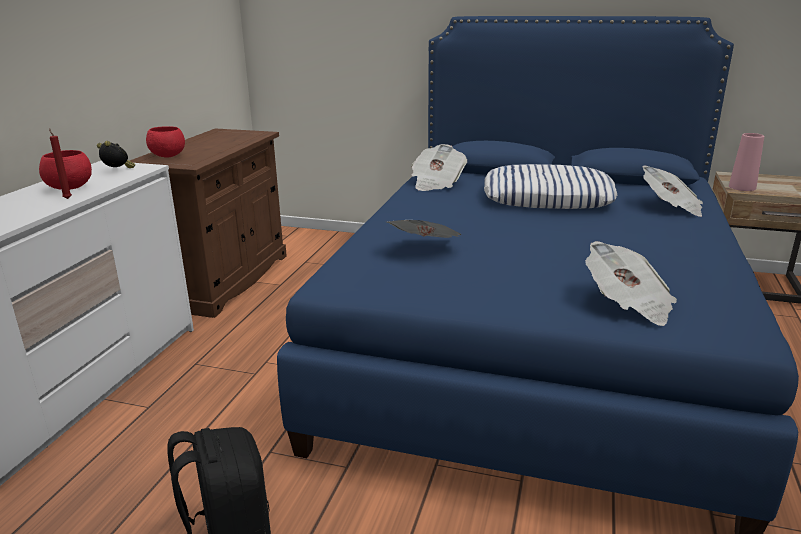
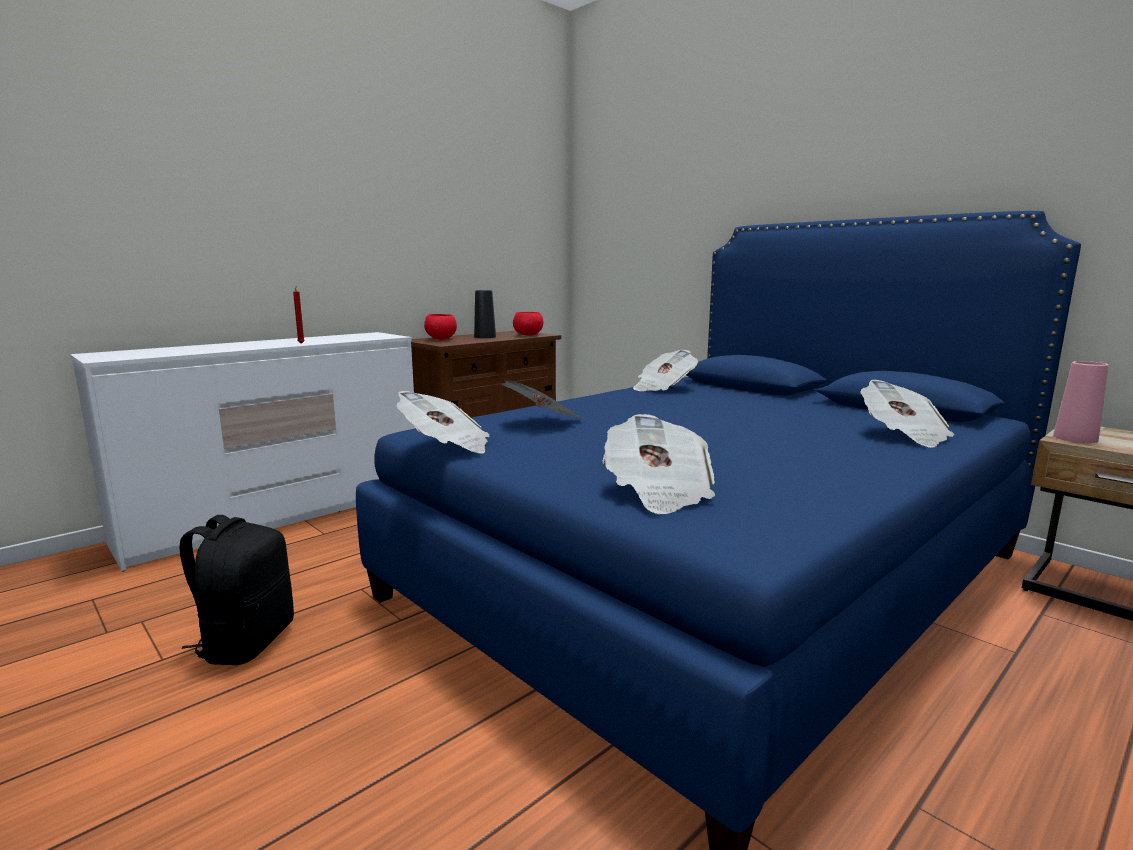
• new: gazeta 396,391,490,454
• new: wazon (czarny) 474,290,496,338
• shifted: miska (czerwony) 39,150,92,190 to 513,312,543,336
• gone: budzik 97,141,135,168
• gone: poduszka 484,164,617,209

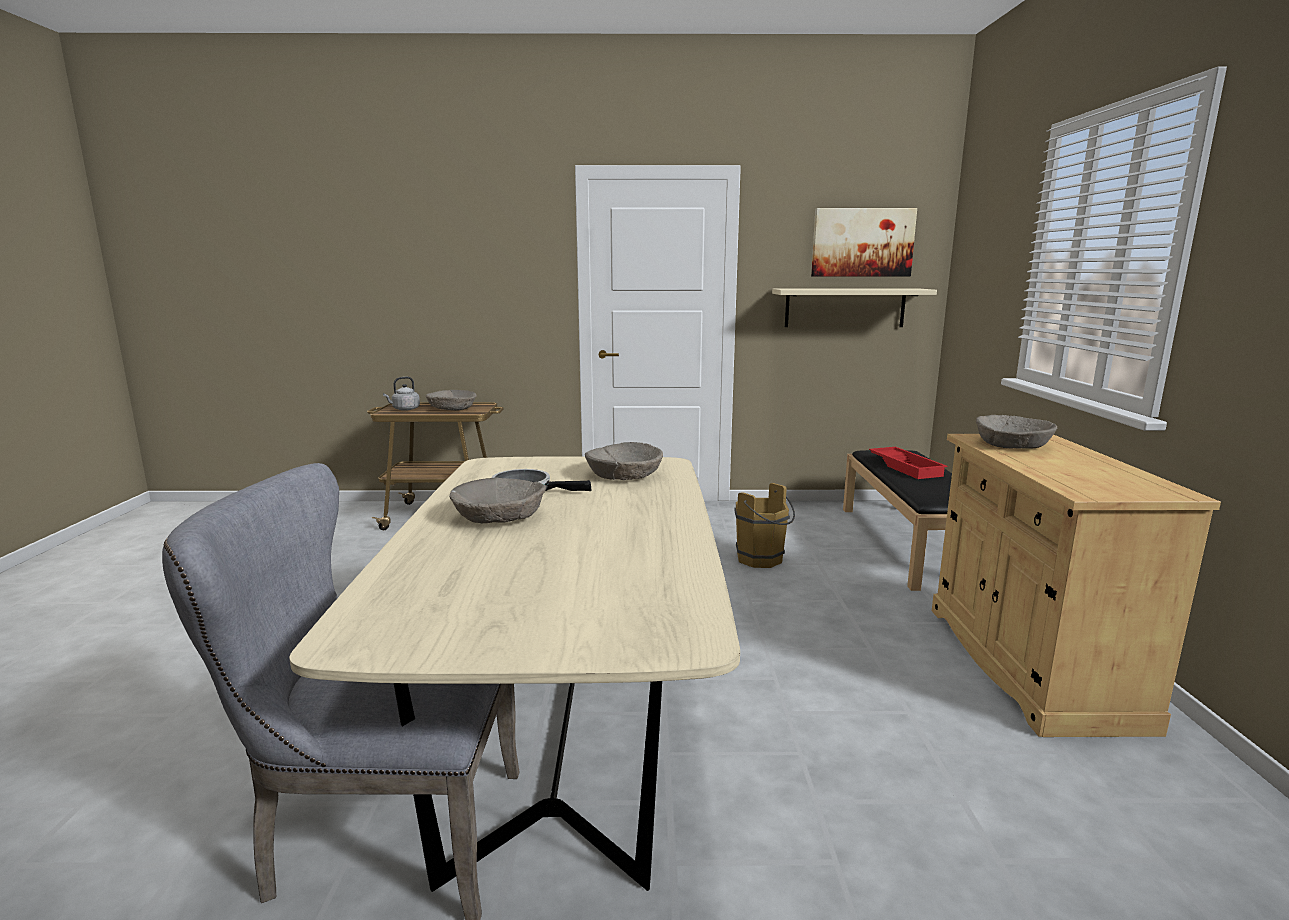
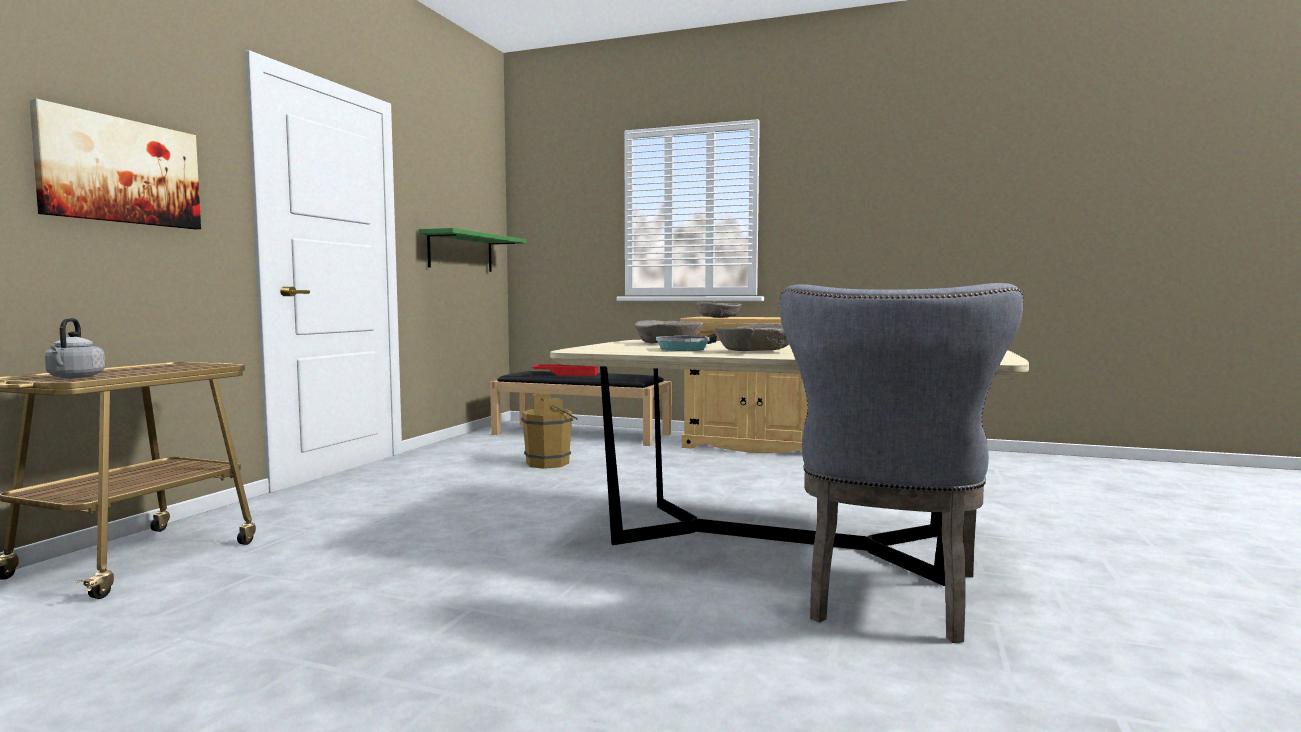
• shifted: obraz 811,208,917,276 to 29,99,201,229
• repainted: półka (beżowy) 772,289,937,327 to półka (zielony) 418,228,527,272
• gone: miska (beżowy) 426,390,477,411

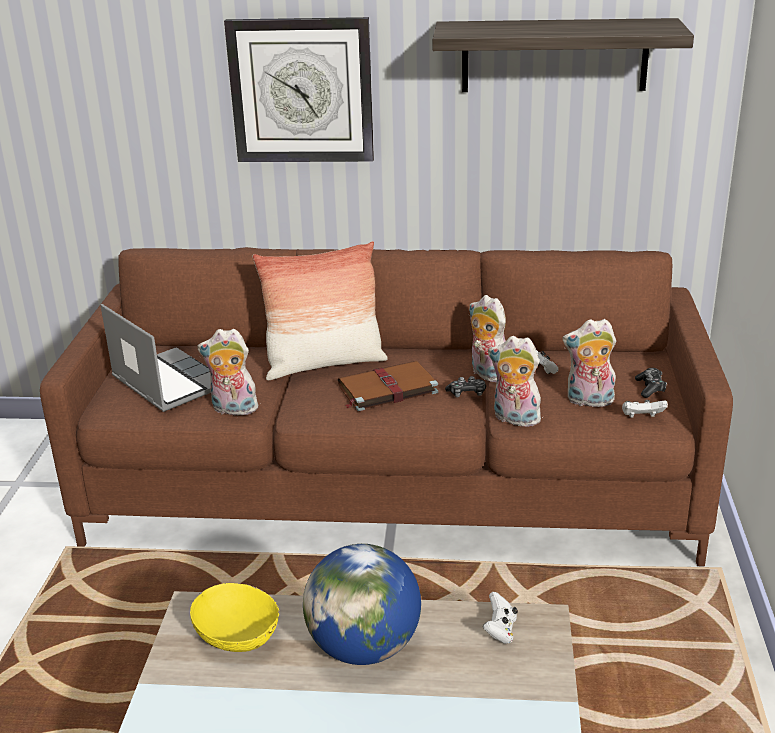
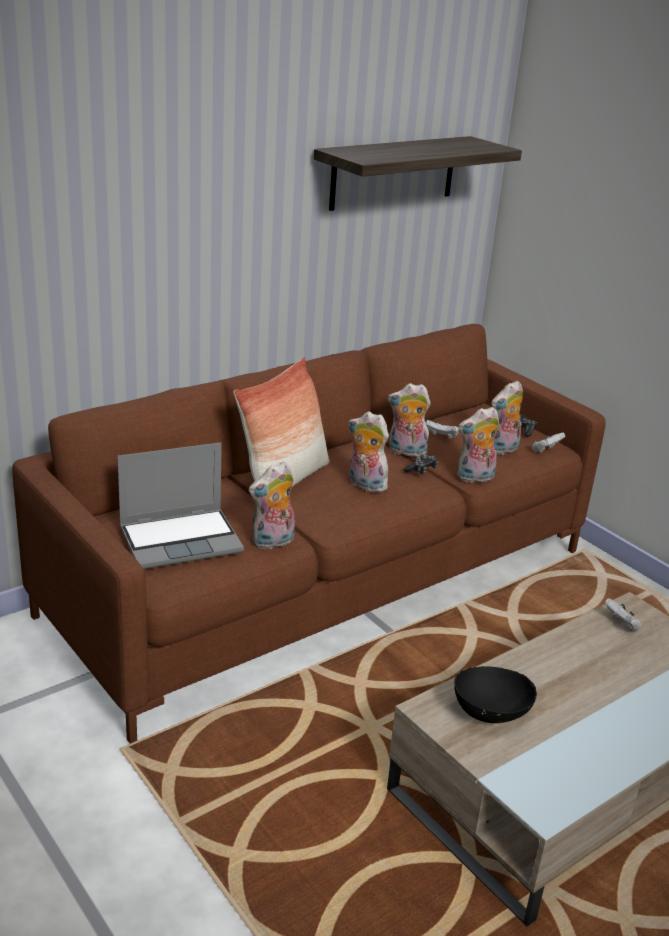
• rotated: laptop 100,304,211,412 = 118,442,244,570 150 degrees clockwise
• swapped: książka (brązowy) 338,361,438,411 to pluszak 348,411,389,493
• repainted: miska (żółty) 190,583,279,652 to miska (czarny) 454,666,537,723
• gone: zegar ścienny 224,17,374,162
• gone: globus 303,544,421,665

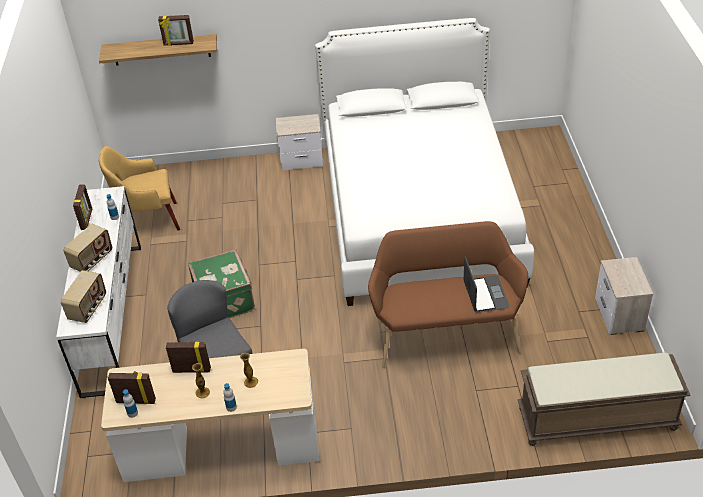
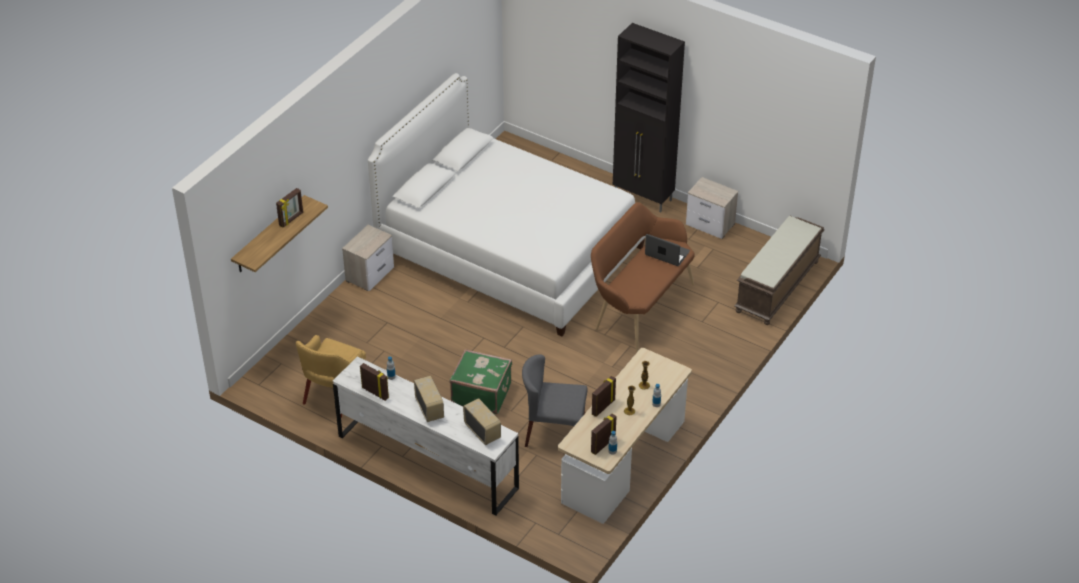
• new: szafka (czarny) 613,23,685,213

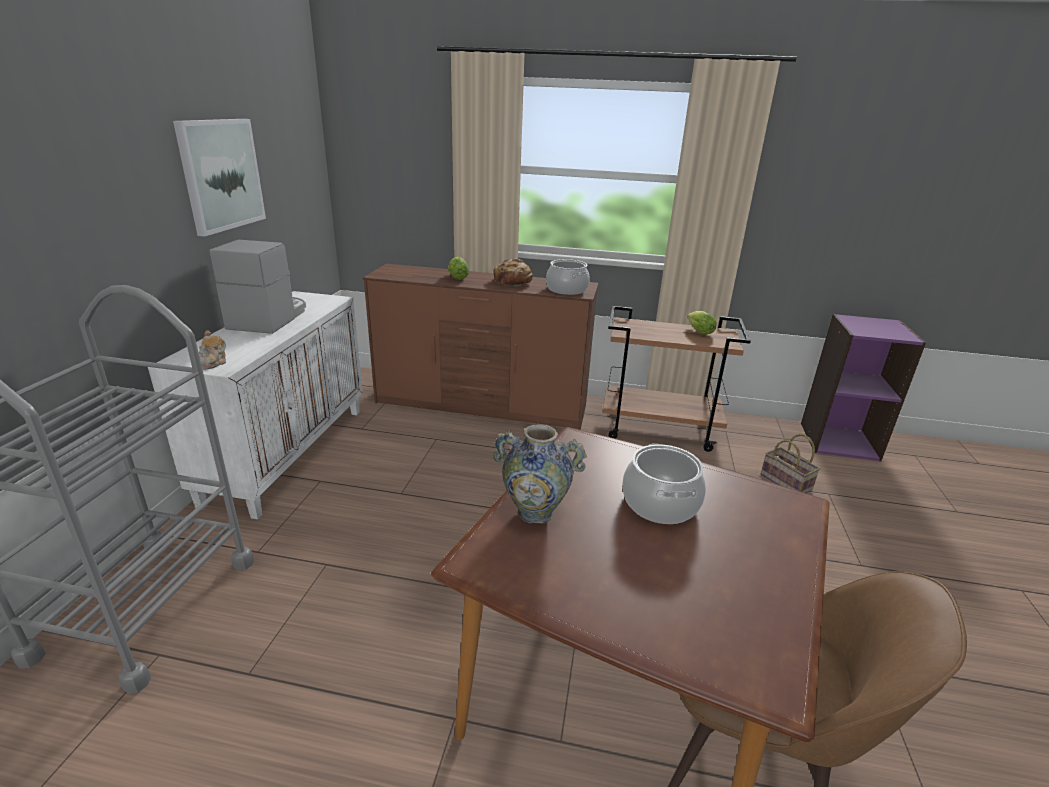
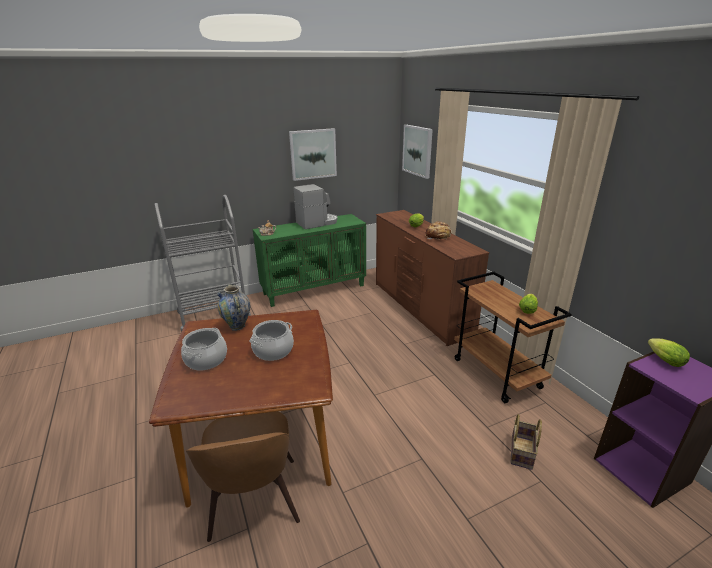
• shifted: garnek 546,259,590,295 to 181,328,227,370
• repainted: szafka (biały) 148,291,363,519 to szafka (zielony) 253,214,366,307
• new: obraz 402,125,433,179
• new: sałata 648,338,690,367

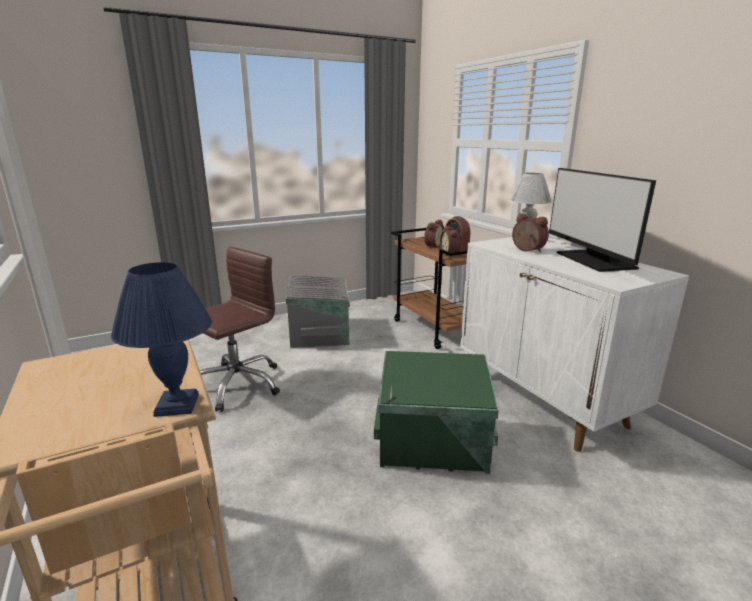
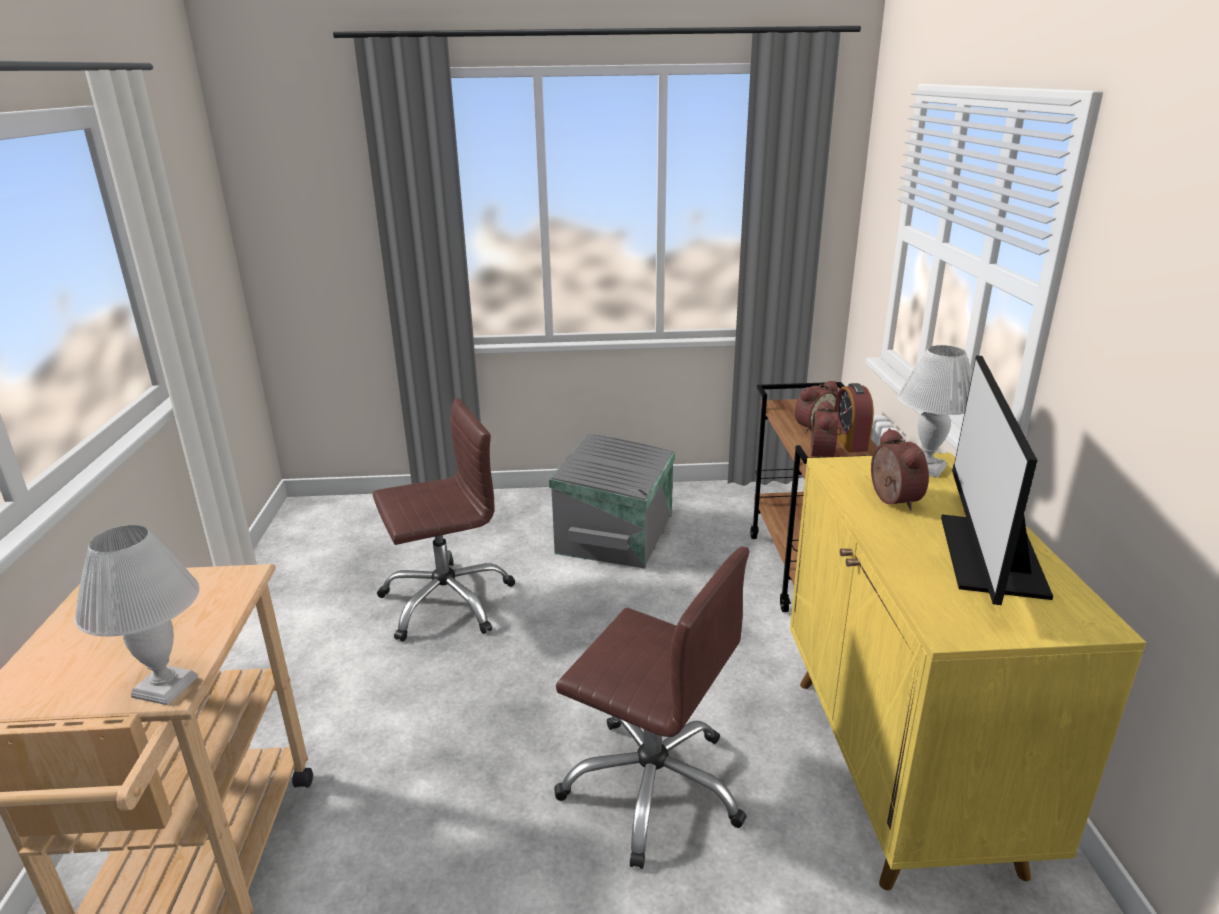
• repainted: lampa stołowa (niebieski) 111,262,212,417 to lampa stołowa (biały) 74,525,200,705
• swapped: pojemnik do przechowywania (zielony) 374,351,499,474 to krzesło biurowe (brązowy) 554,547,749,869
• repainted: szafka (biały) 460,237,689,452 to szafka (żółty) 790,453,1146,890

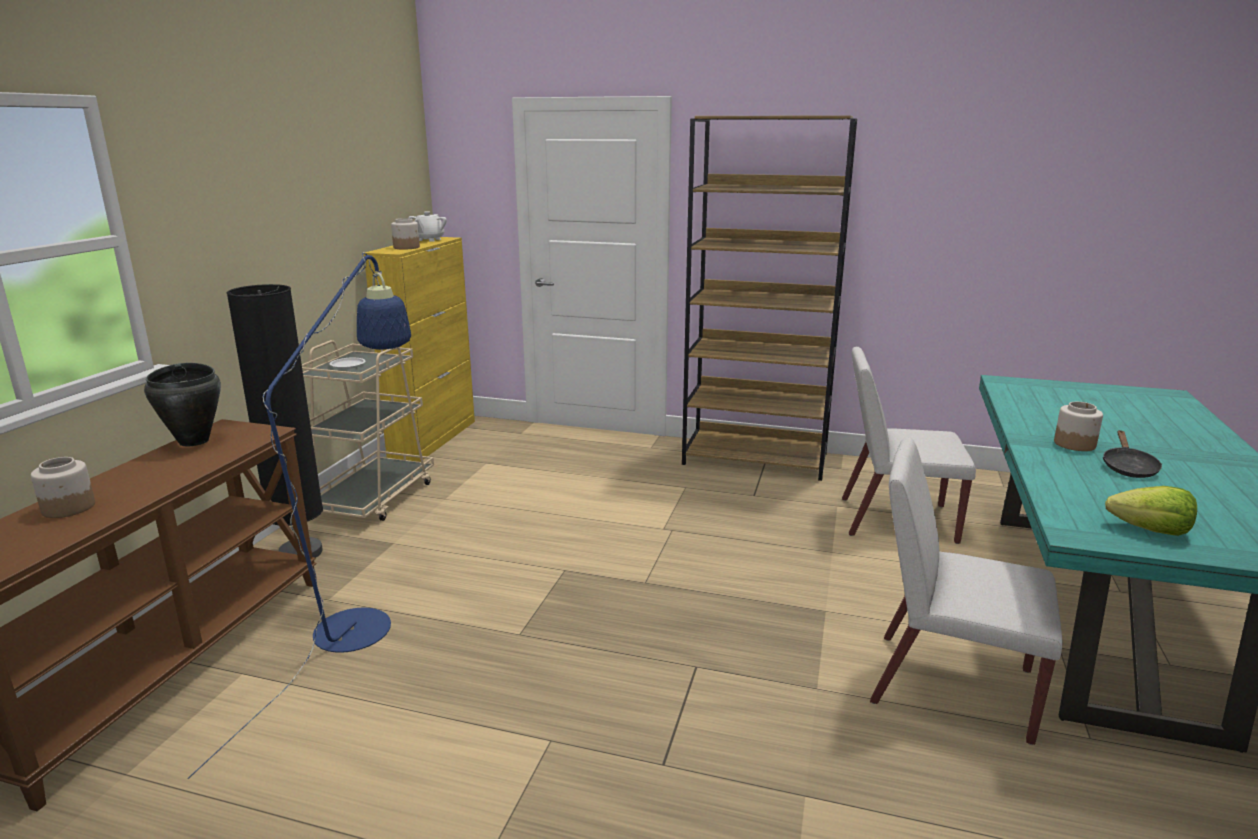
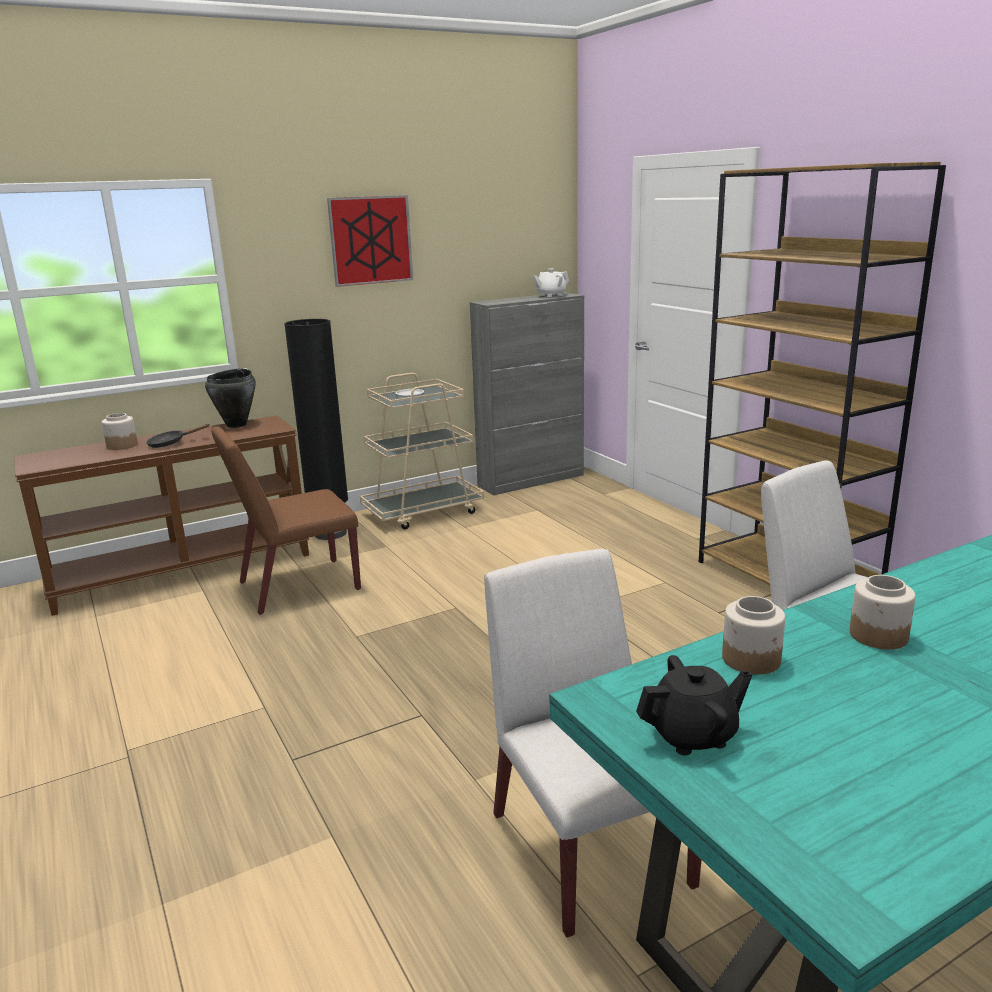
• shifted: patelnia (czarny) 1103,430,1162,478 to 146,424,210,448
• swapped: lampa stojąca (niebieski) 188,252,411,779 to krzesło (brązowy) 211,426,361,615
• new: obraz 327,195,413,287
• repainted: szafka (żółty) 364,237,475,462 to szafka (szary) 470,292,584,495
• swapped: sałata 1105,486,1197,536 to imbryk (czarny) 636,655,752,755
• shifted: słoik 391,218,420,249 to 722,596,785,675

